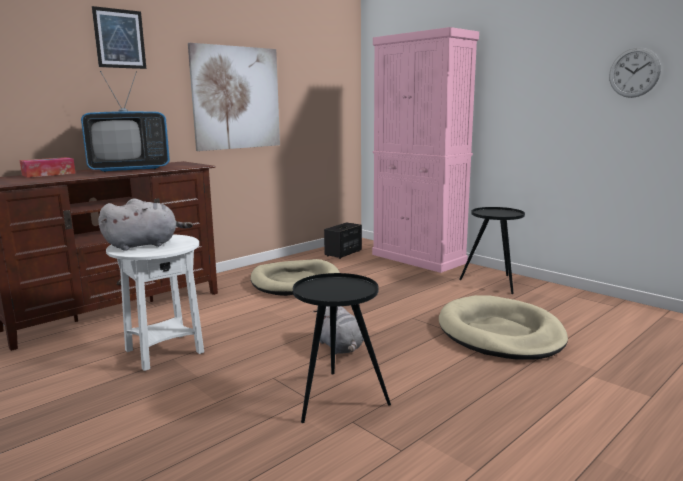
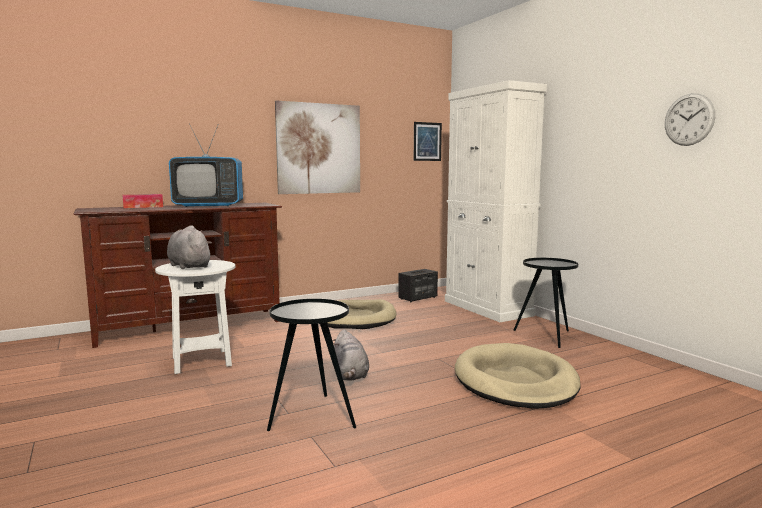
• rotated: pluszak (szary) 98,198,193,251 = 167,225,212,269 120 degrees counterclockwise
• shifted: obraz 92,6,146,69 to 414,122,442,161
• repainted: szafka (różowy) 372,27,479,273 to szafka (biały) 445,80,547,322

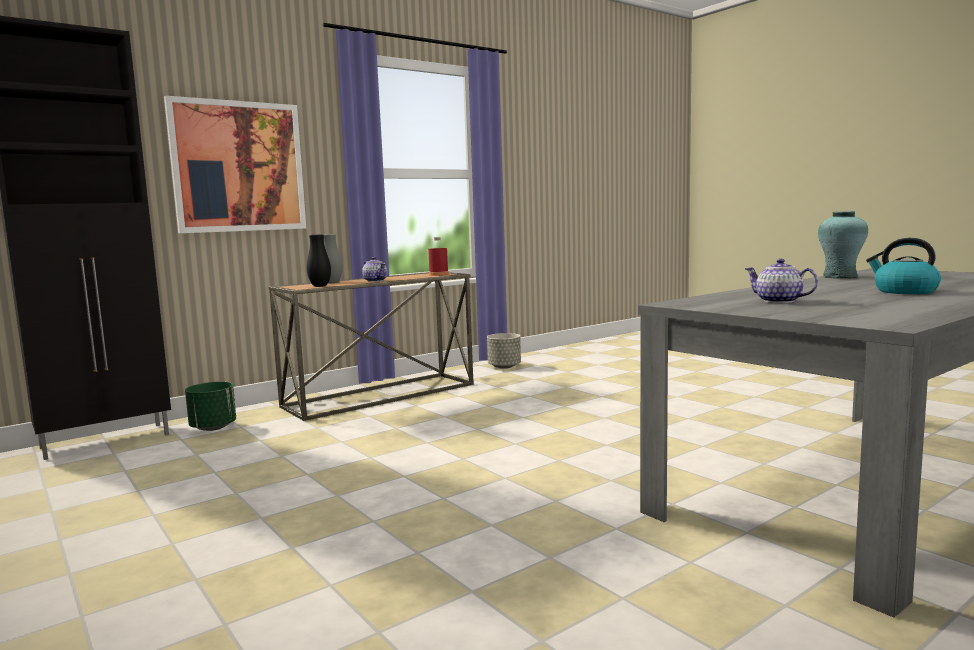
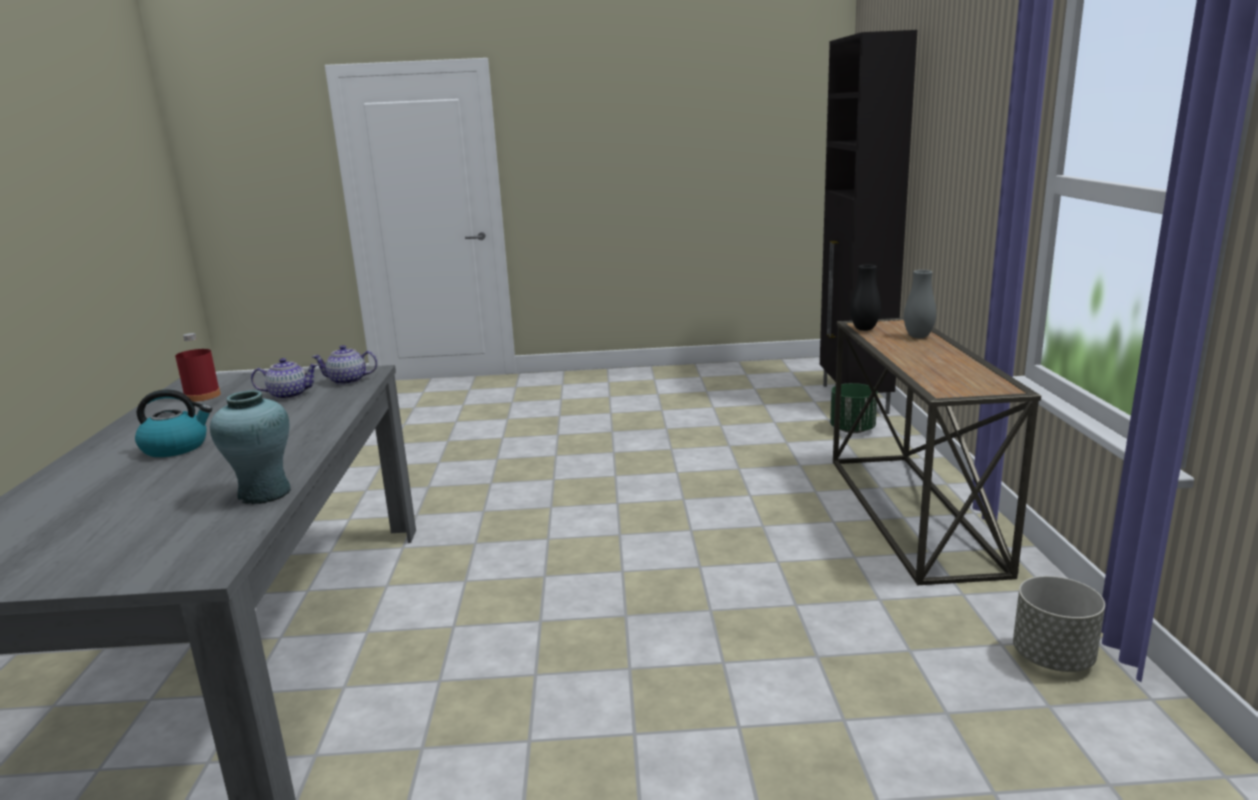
• shifted: butelka (czerwony) 428,237,449,276 to 175,333,221,402
• shifted: imbryk 362,257,387,282 to 312,345,378,385
• gone: obraz 164,96,306,233

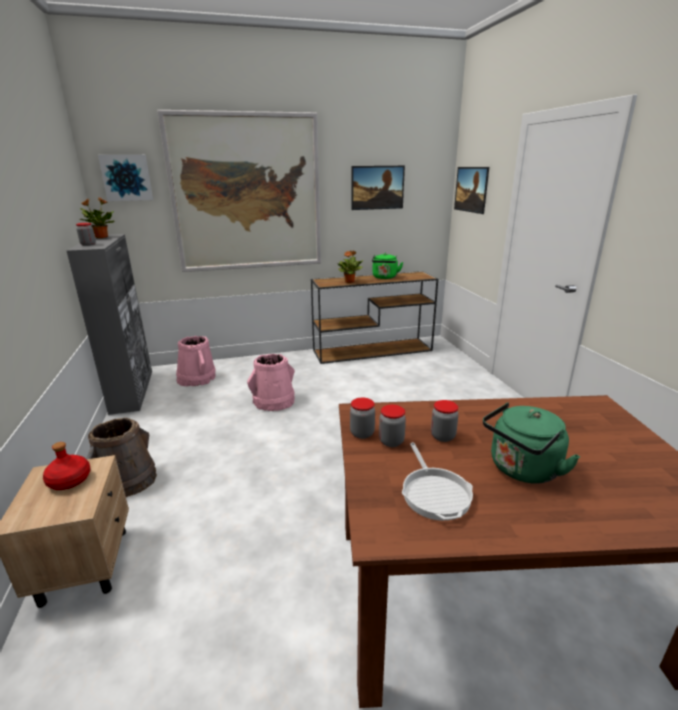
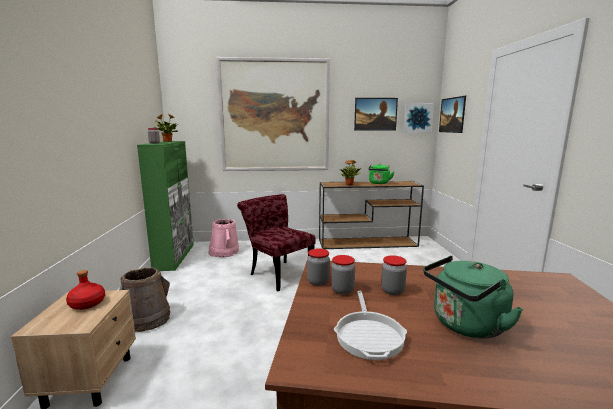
• repainted: szafka (szary) 67,234,152,415 to szafka (zielony) 137,141,194,271
• swapped: wiadro (różowy) 247,354,295,411 to krzesło (czerwony) 237,194,316,291
• shifted: obraz 98,155,153,201 to 403,103,434,132

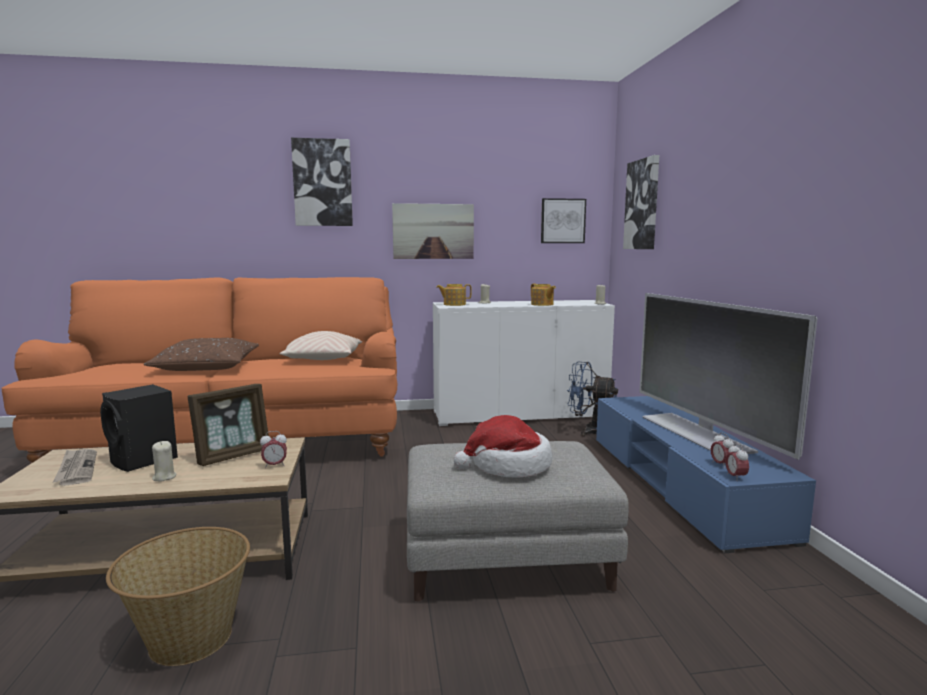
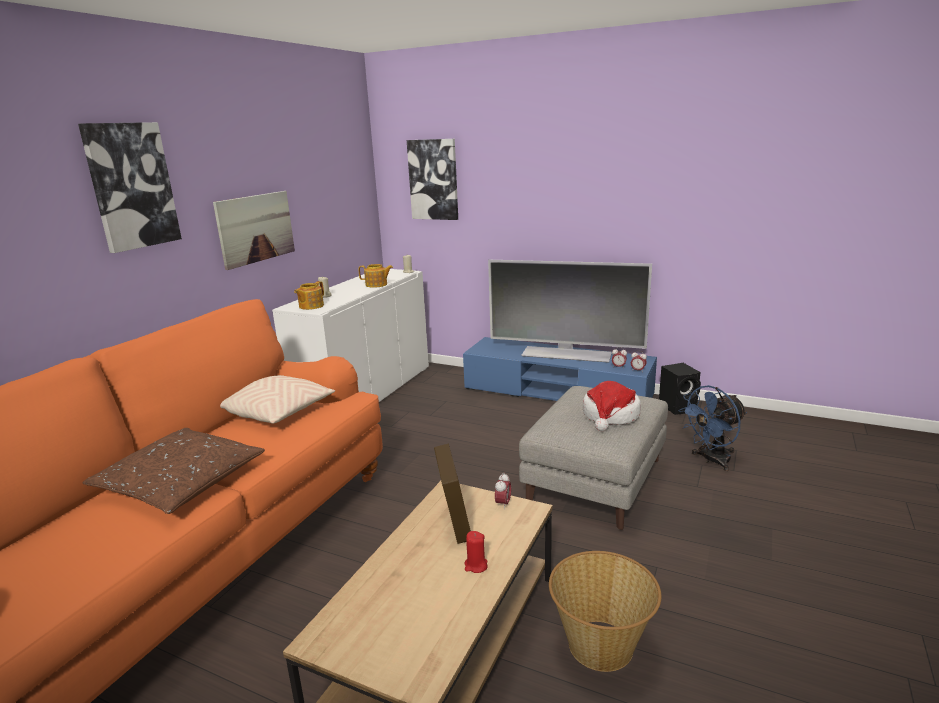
• repainted: świeca (beżowy) 152,441,176,481 to świeca (czerwony) 464,531,488,573
• shifted: głośnik (czarny) 100,384,178,472 to 659,363,701,415
• shifted: wentylator (niebieski) 567,362,618,436 to 679,385,747,471
• gone: gazeta 53,449,97,486
• gone: obraz 541,198,586,243

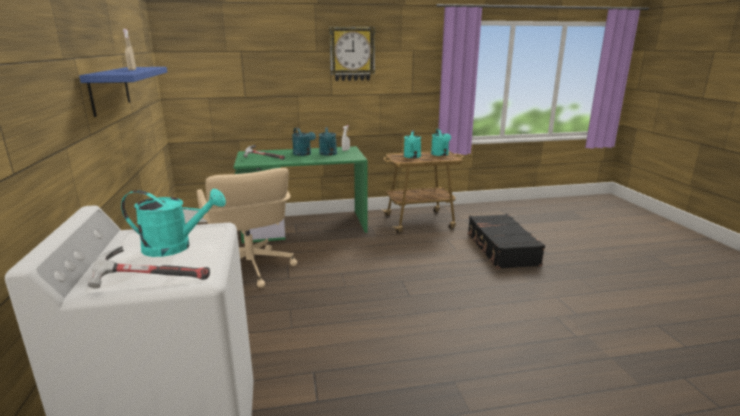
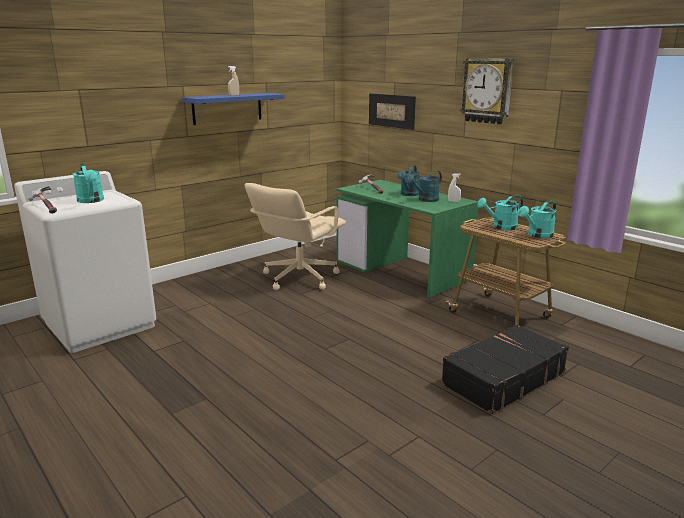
• new: obraz 369,93,416,130

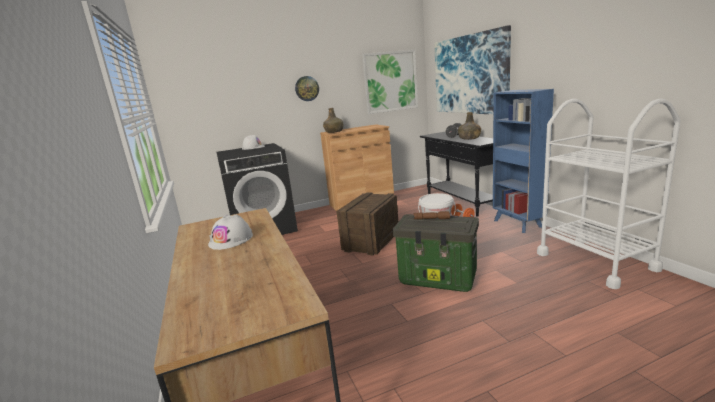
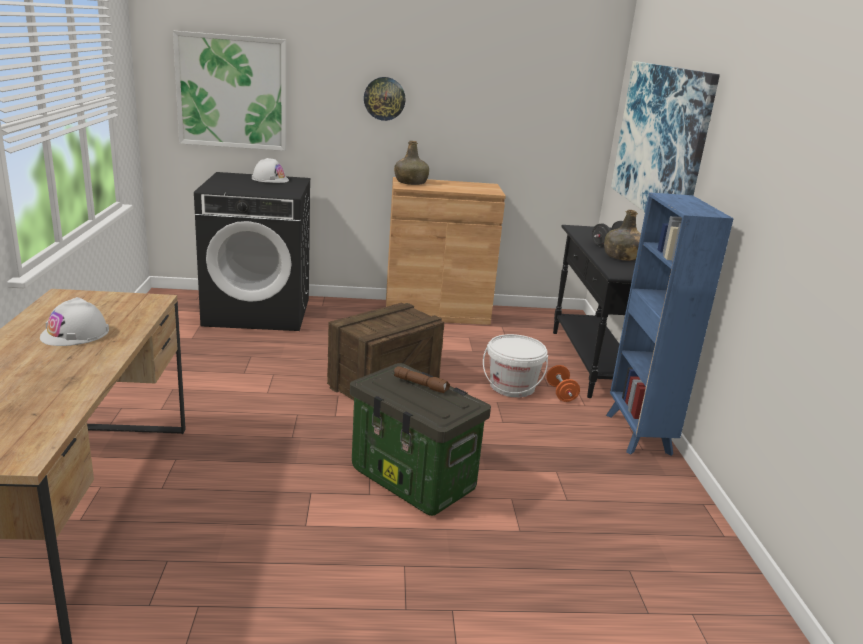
• shifted: obraz 362,50,418,114 to 173,31,286,151
• gone: wózek (biały) 537,99,681,289

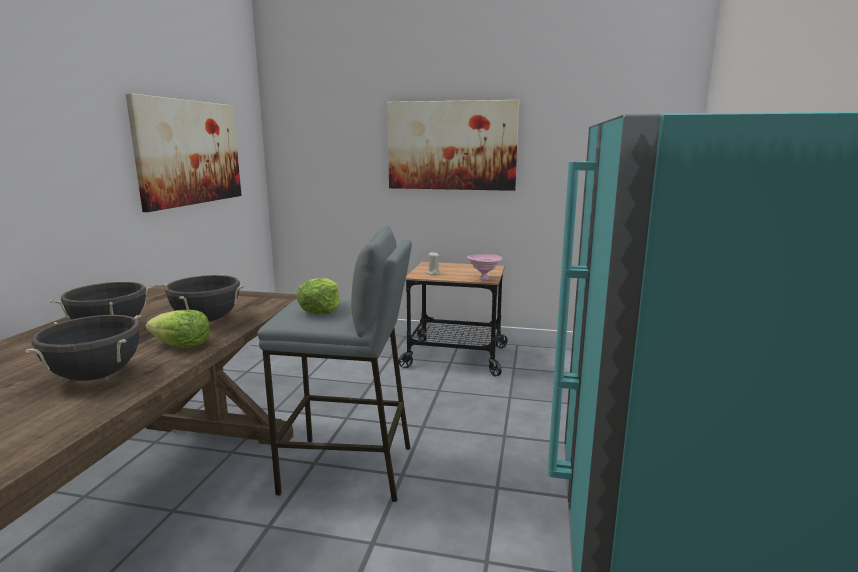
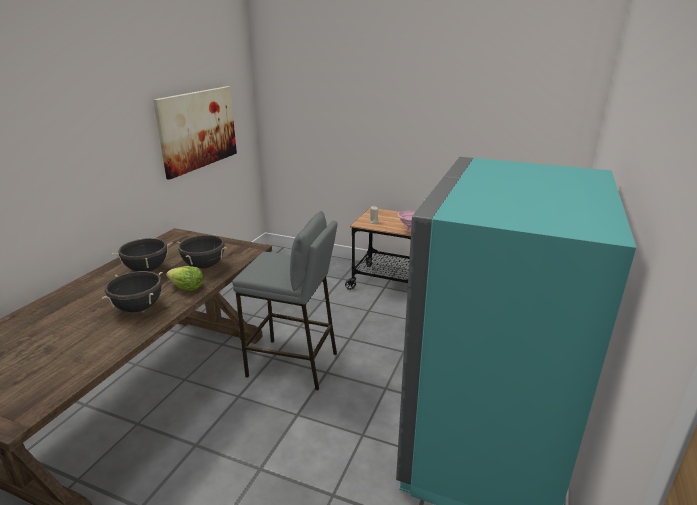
• gone: sałata 296,278,340,314
• gone: obraz 387,100,519,191

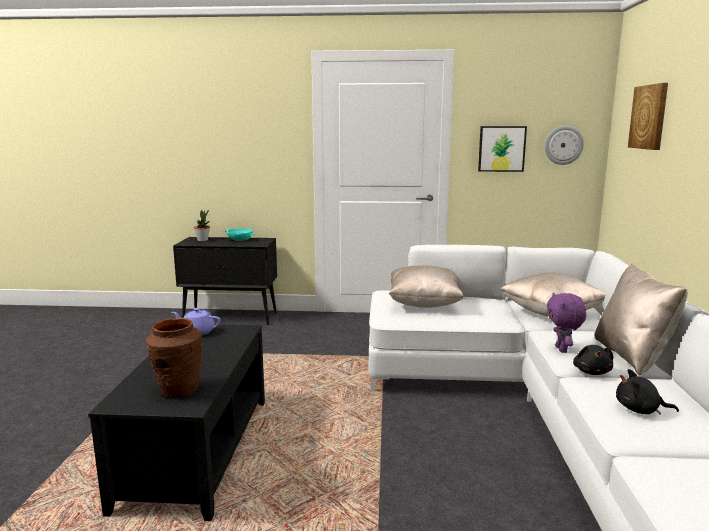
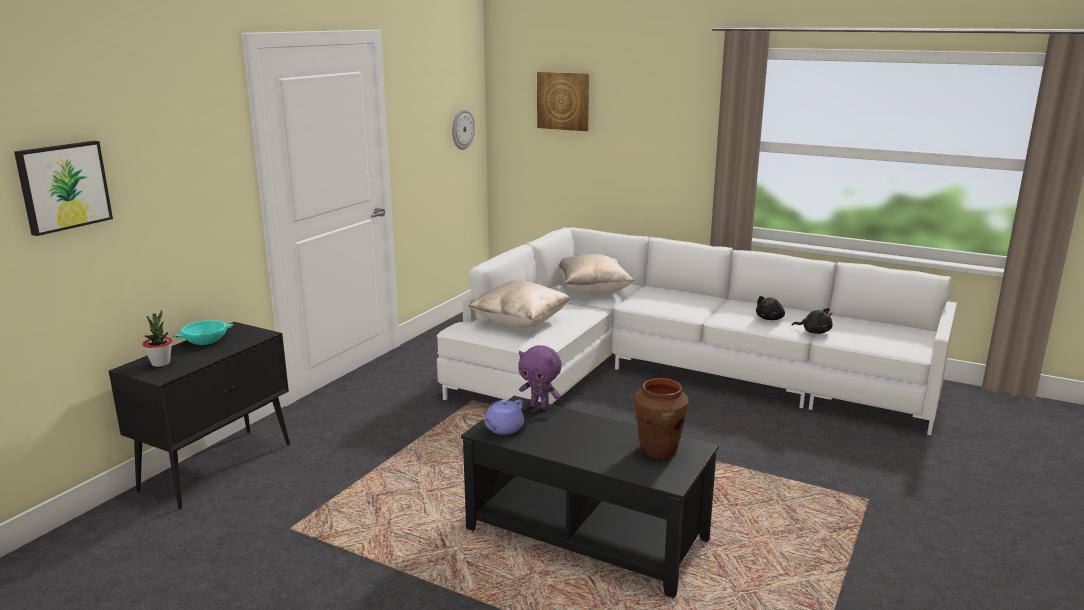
• shifted: obraz 478,126,527,172 to 14,141,113,236
• shifted: pluszak (fioletowy) 547,292,586,353 to 518,345,562,410
• shifted: pluszak (czarny) 573,345,613,375 to 792,308,833,334
• gone: poduszka (beżowy) 595,263,688,376

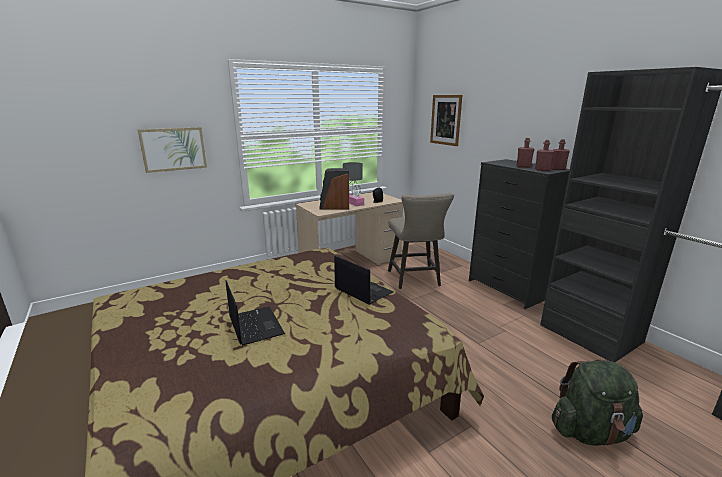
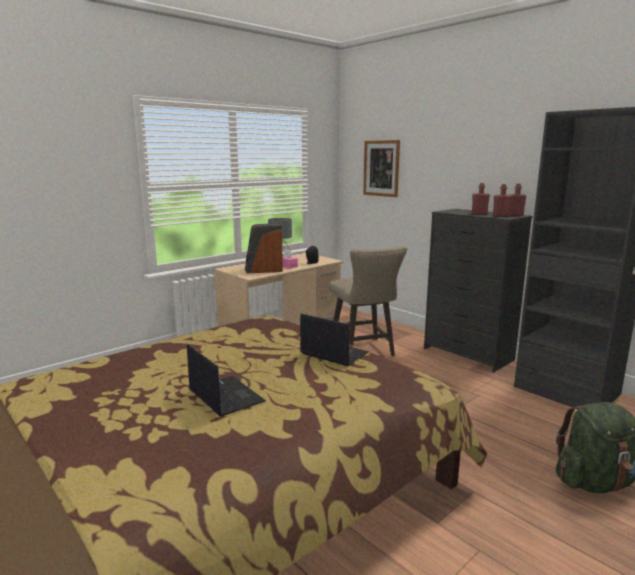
• gone: obraz 138,127,207,173

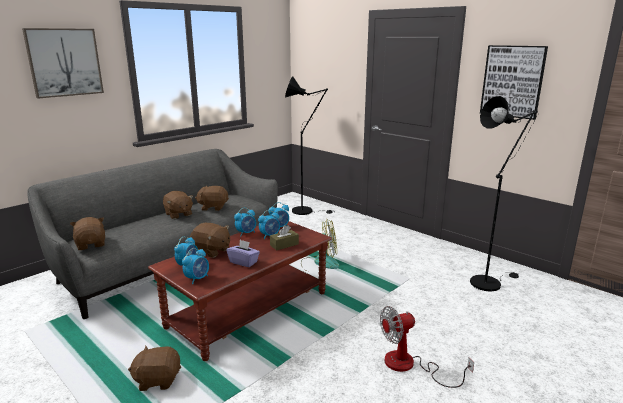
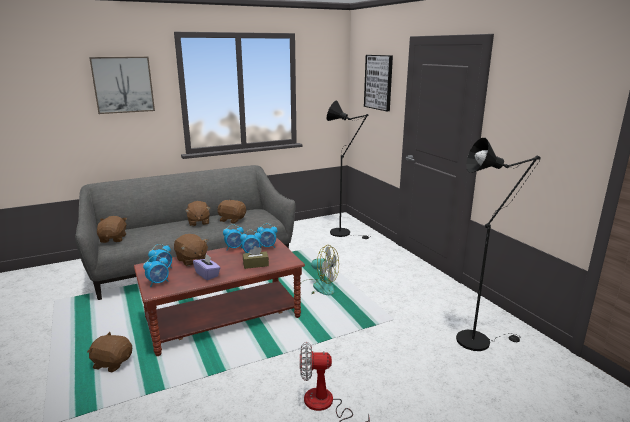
• shifted: obraz 480,45,548,120 to 364,55,393,111

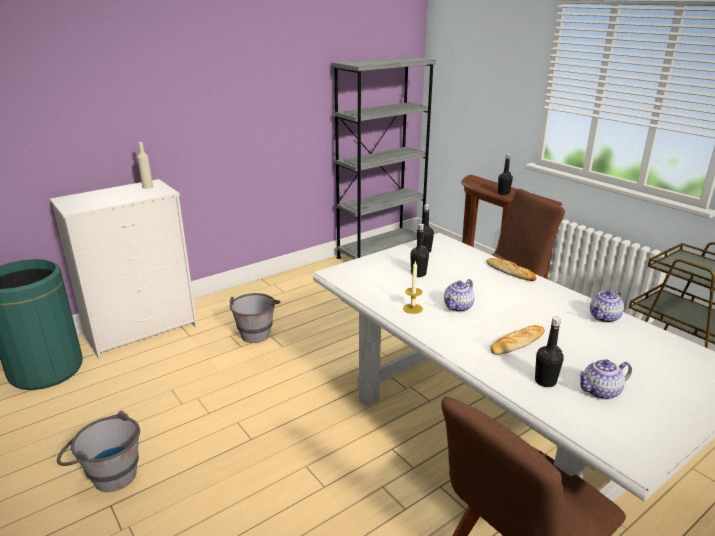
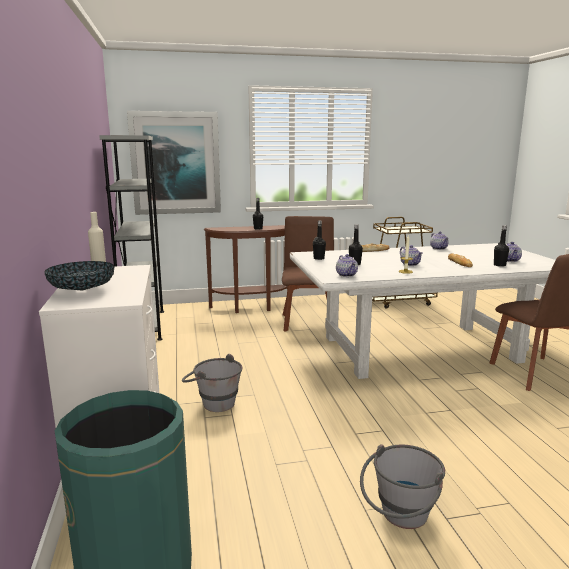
• new: miska 44,261,114,291
• new: obraz 127,111,221,215
• new: imbryk 336,254,358,277

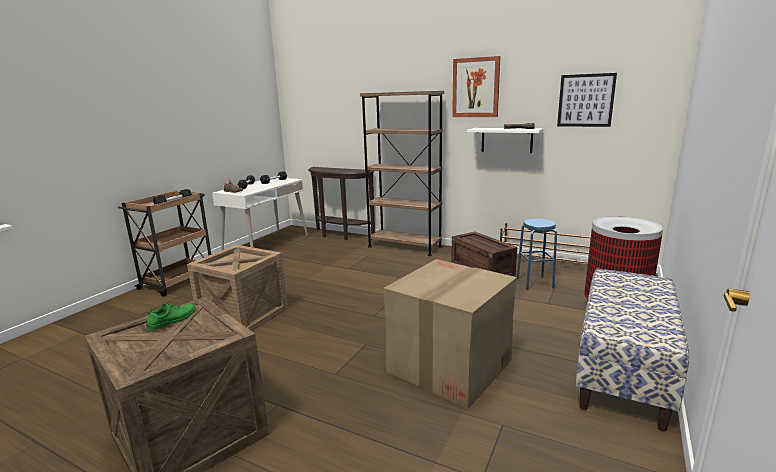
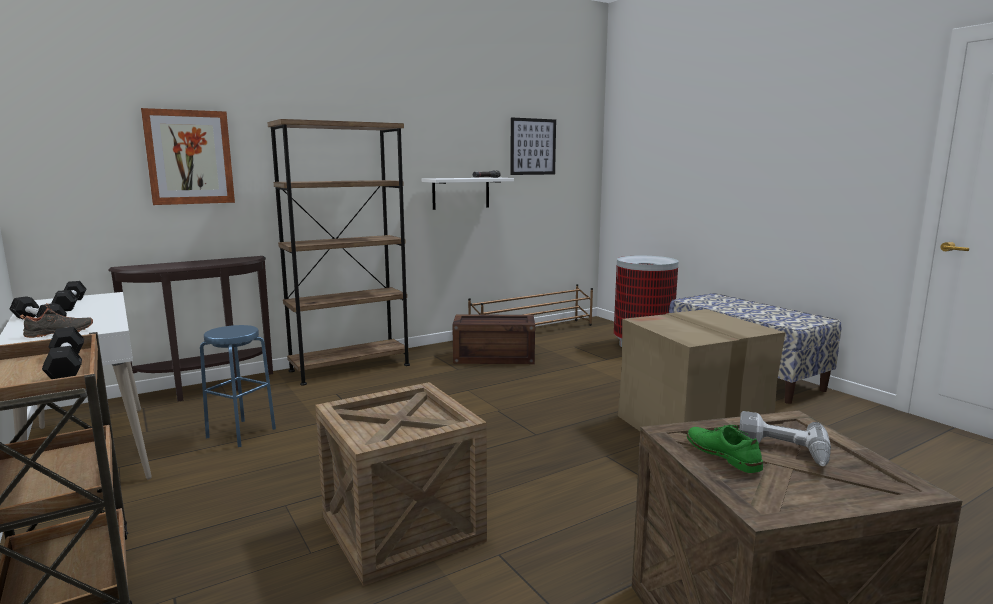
• shifted: obraz 452,56,501,117 to 141,108,235,205
• shifted: stołek (niebieski) 517,219,557,290 to 200,325,276,447
• new: wiertarka 739,411,831,466

